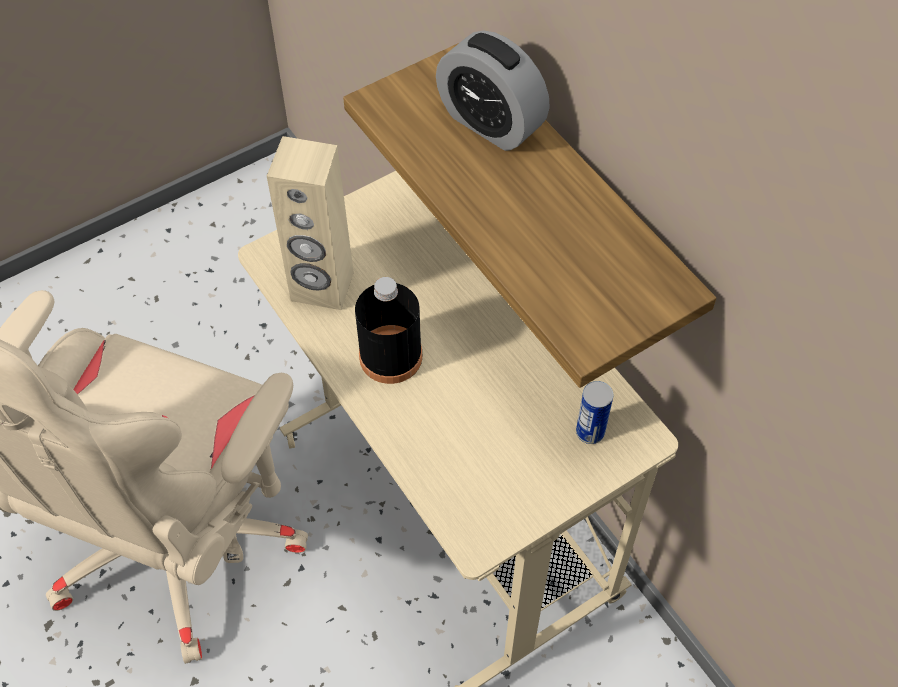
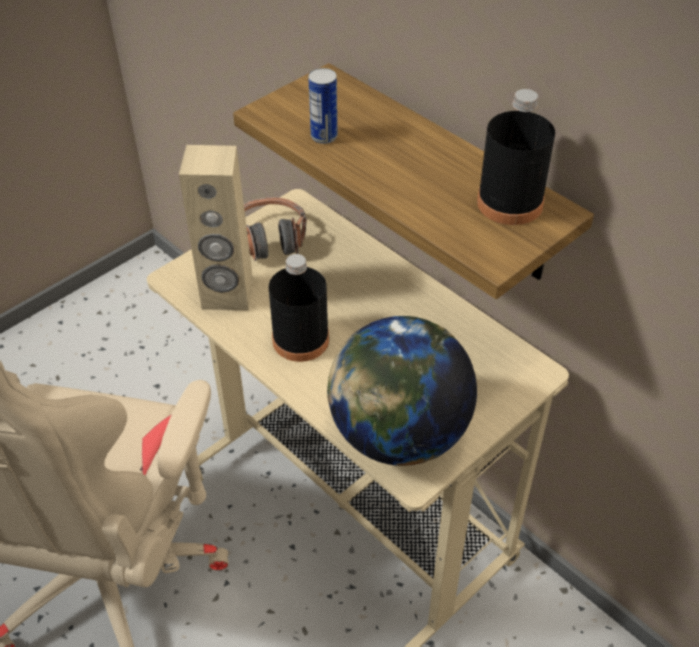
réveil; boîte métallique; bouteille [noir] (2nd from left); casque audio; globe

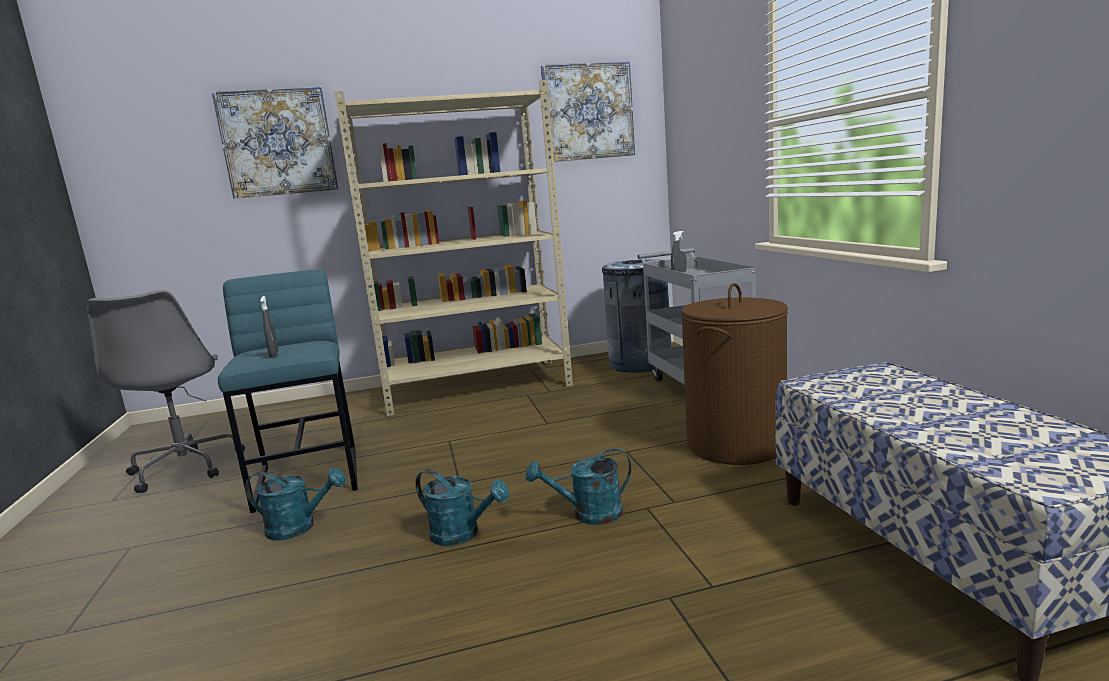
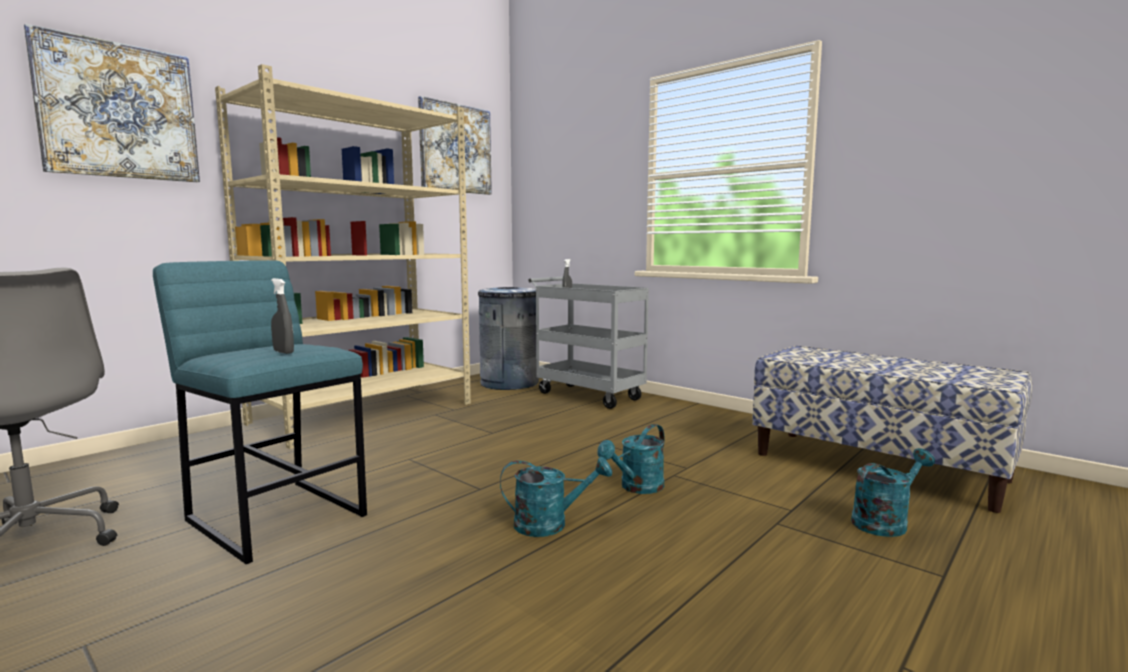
panier à linge [marron]; arrosoir [turquoise] (3rd from left)

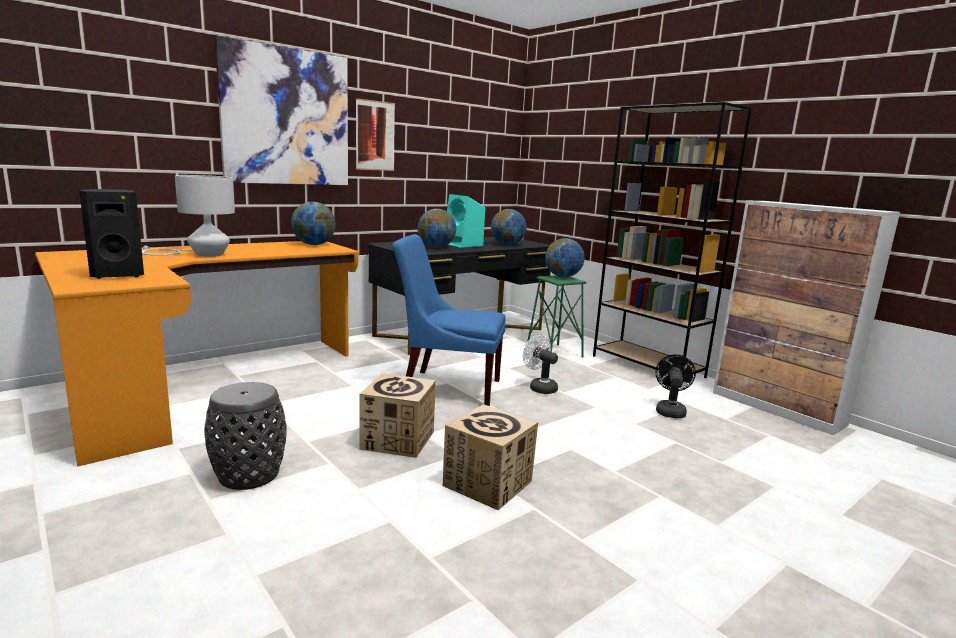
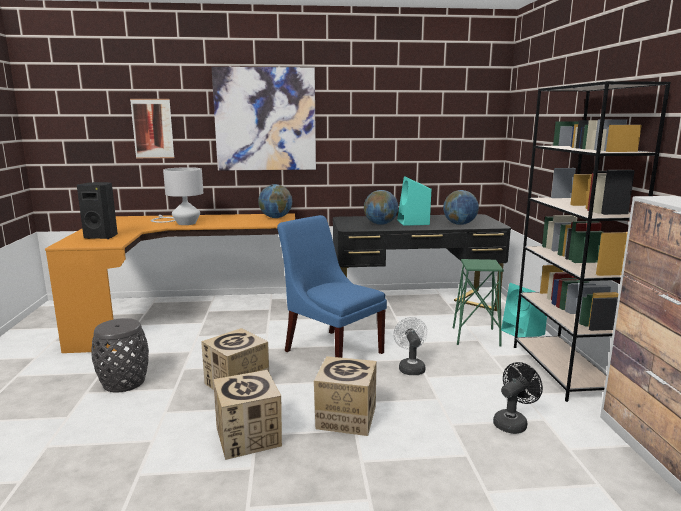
tableau (1st from left); globe (4th from left in the first image); enceinte [turquoise] (2nd from left); carton (3rd from left)

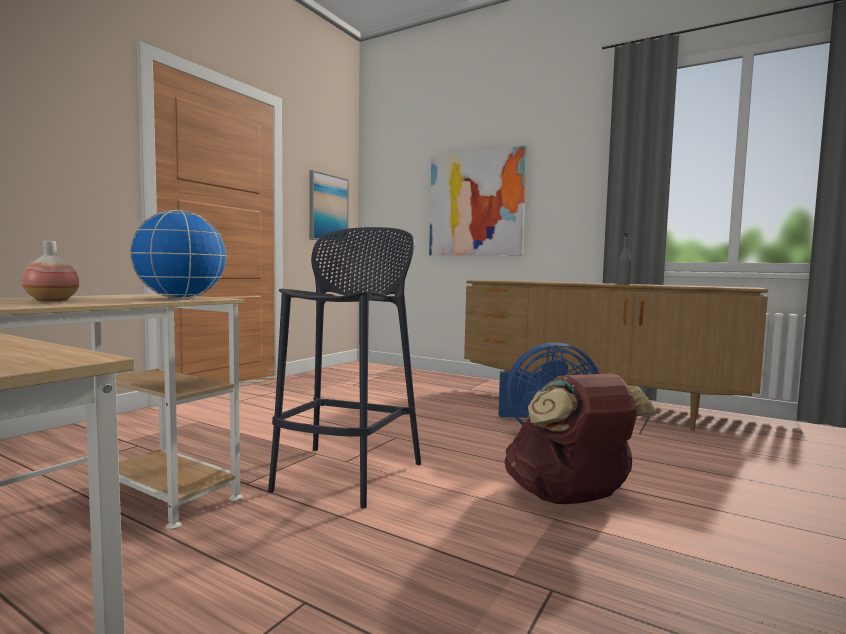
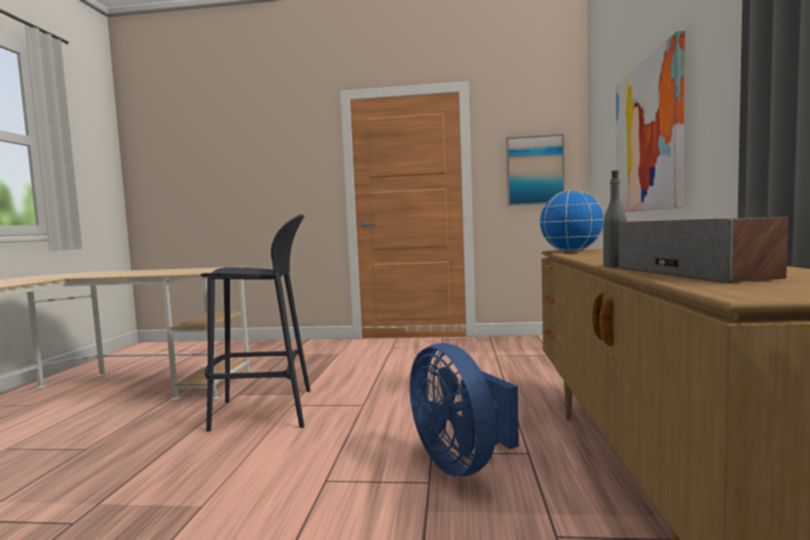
globe; vase; sac à dos [marron]; enceinte

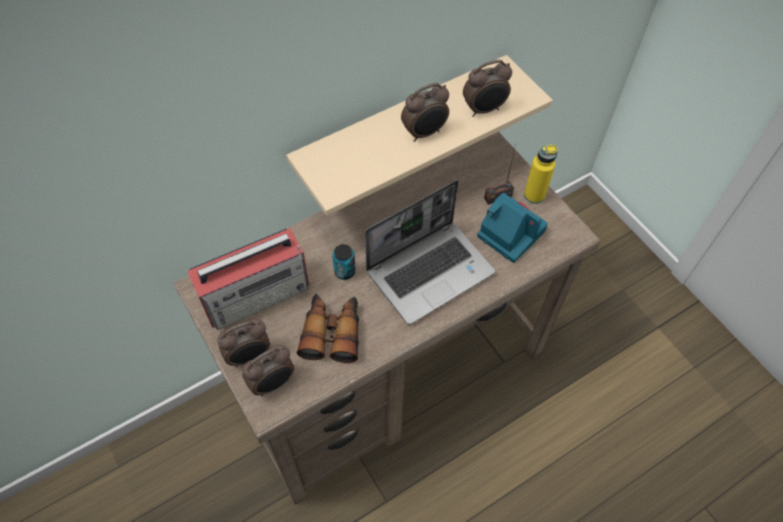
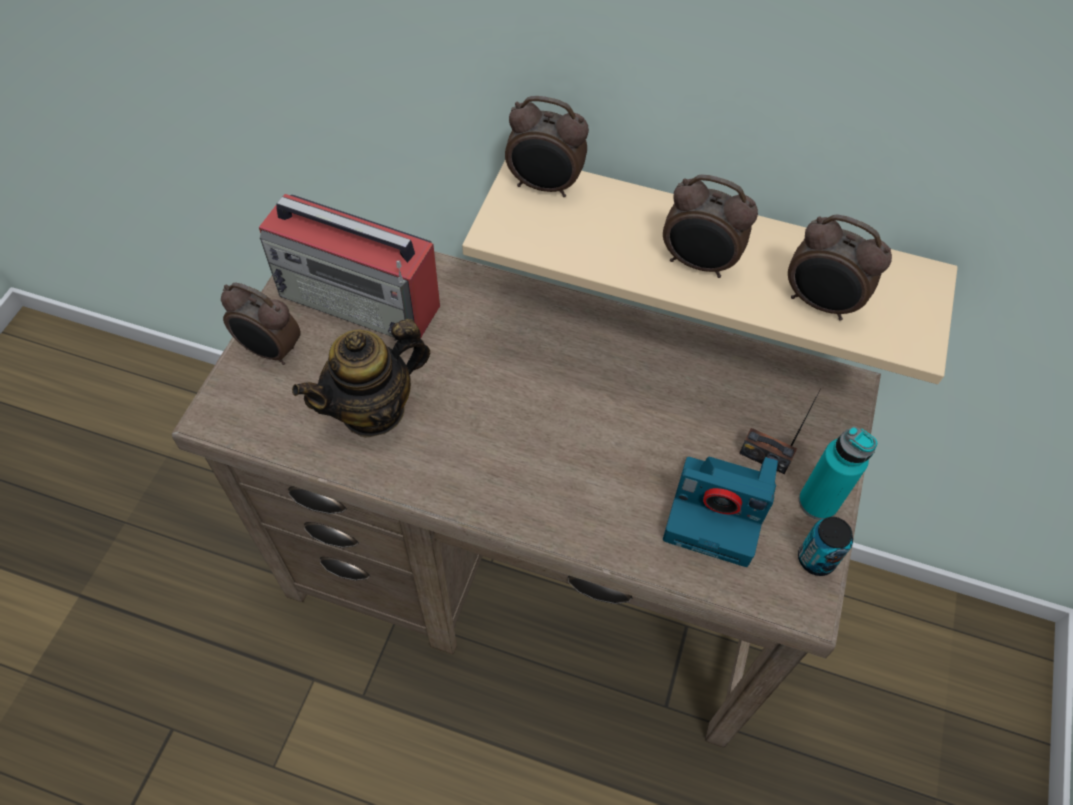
bouteille [turquoise]; ordinateur portable; appareil photo; boîte métallique; théière; réveil (2nd from left)

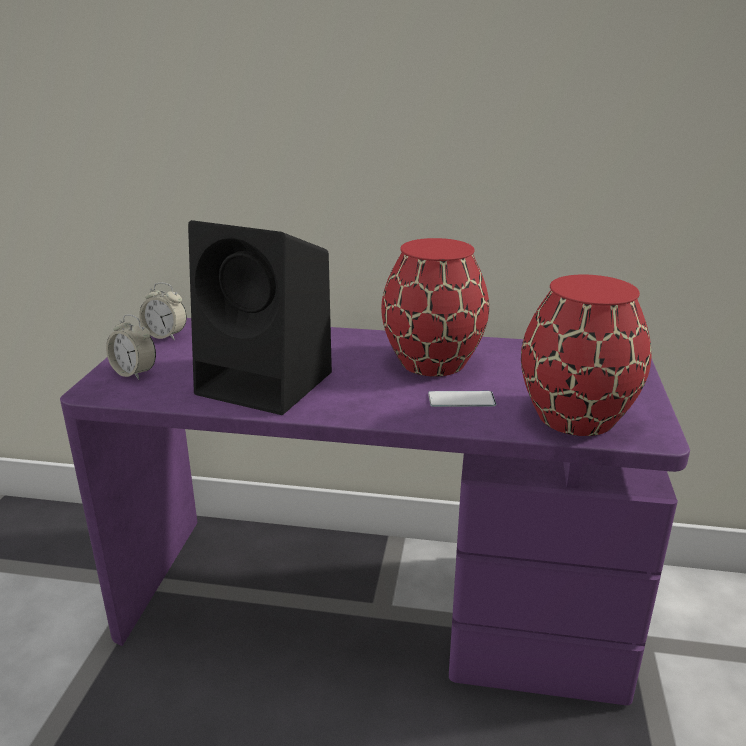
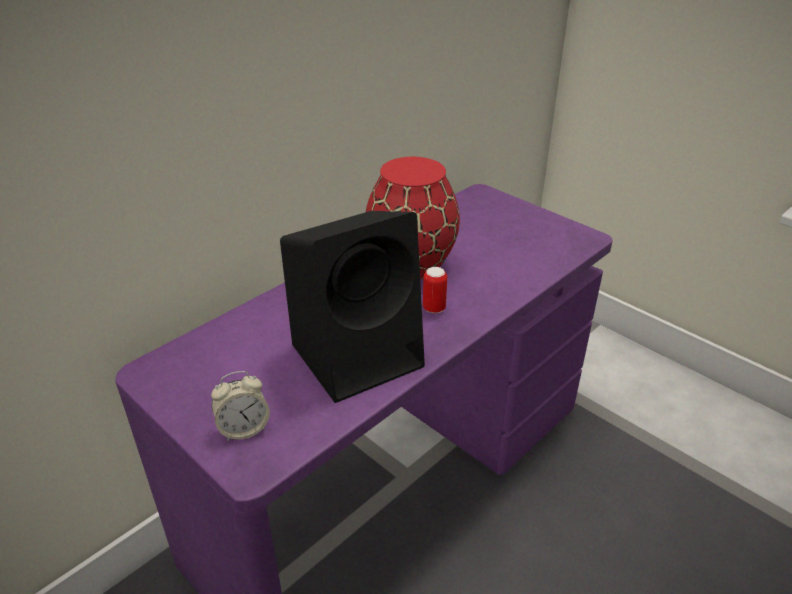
vase [rouge] (2nd from left in the first image); réveil (2nd from left in the first image); téléphone; boîte métallique

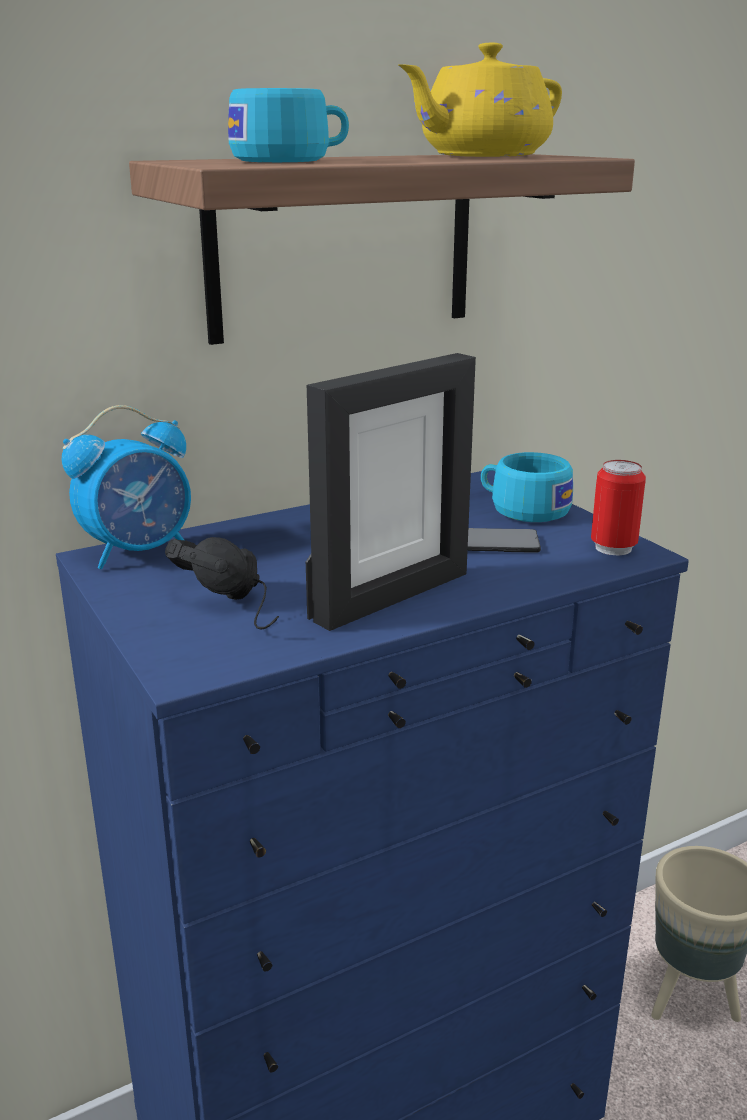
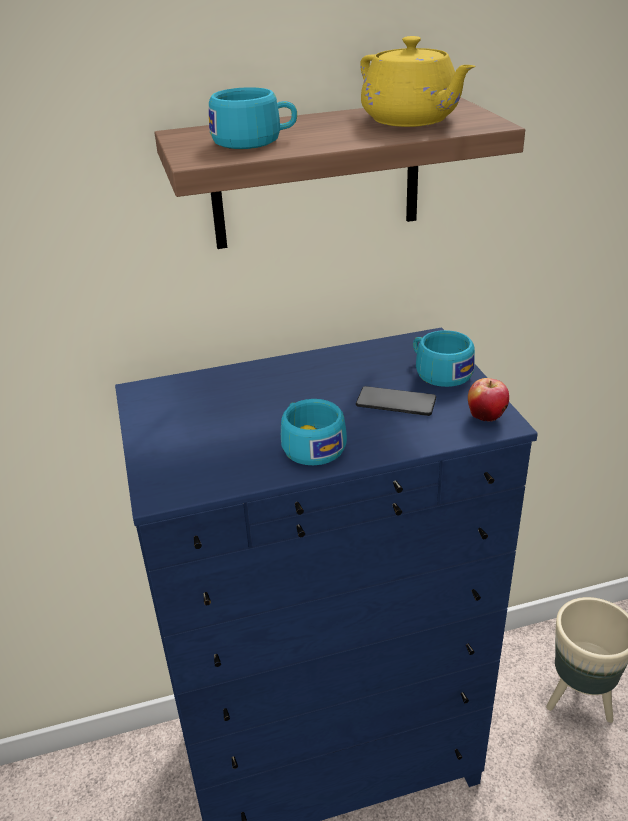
théière [jaune]; tasse [turquoise] (2nd from left); réveil; pomme; casque audio [noir]

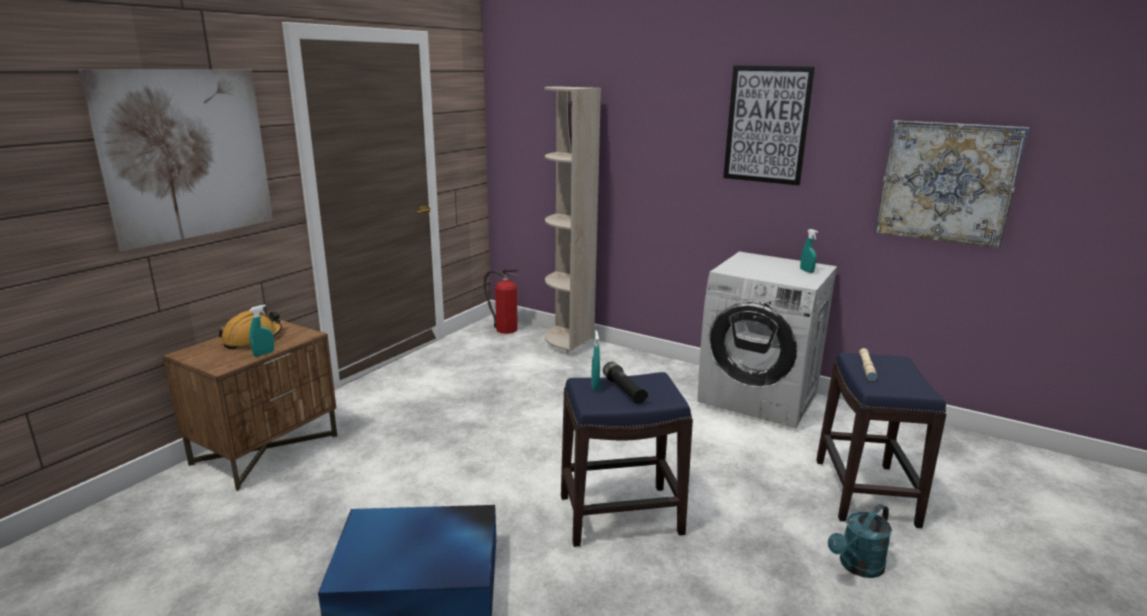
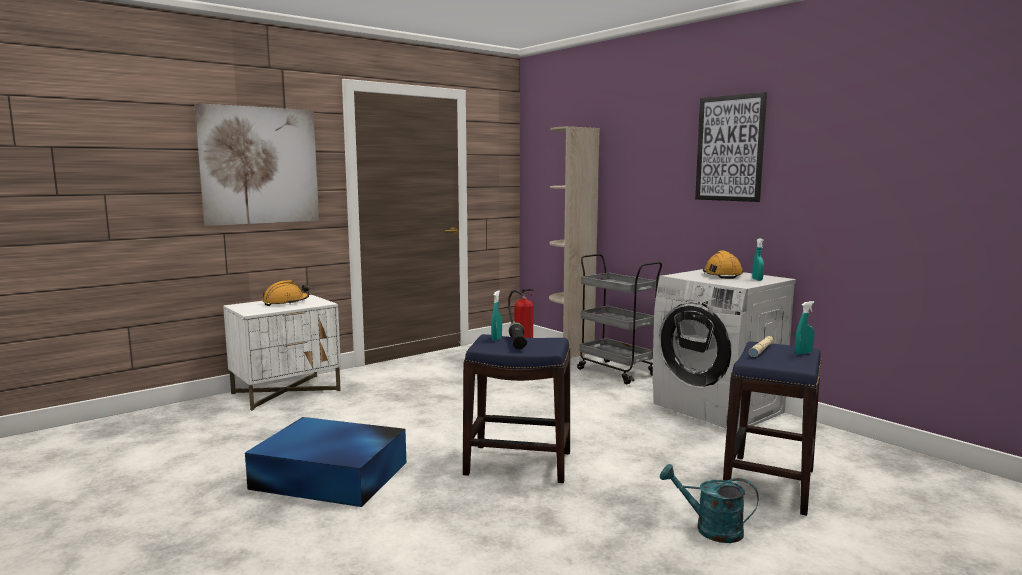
tableau (3rd from left in the first image); vaporisateur [turquoise] (3rd from left); table de chevet [blanc]; arrosoir [turquoise]; casque de chantier [orange] (2nd from left); chariot [gris]

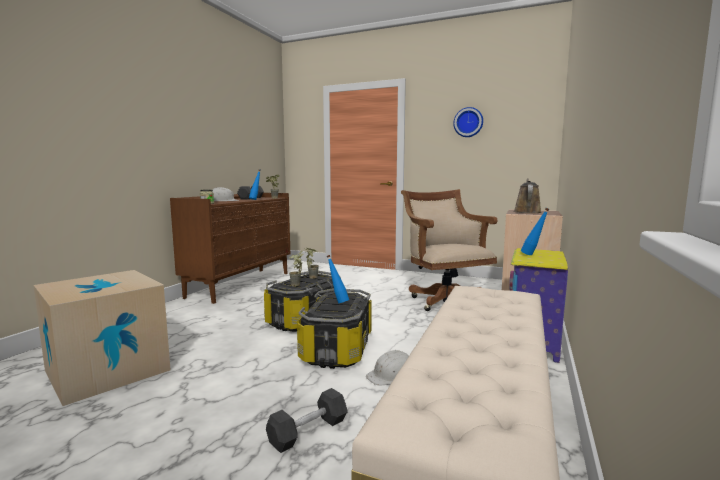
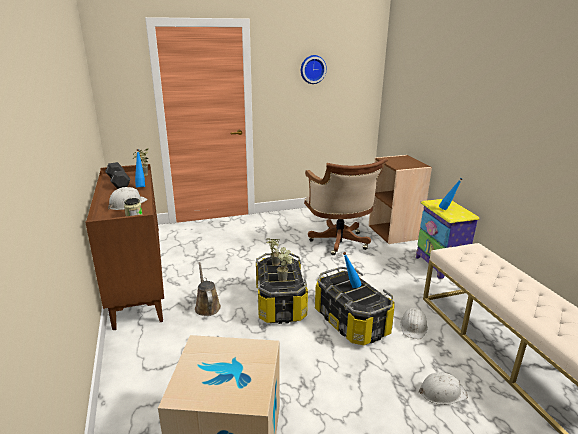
arrosoir [marron]; chaise de bureau; casque de chantier [blanc] (3rd from left)

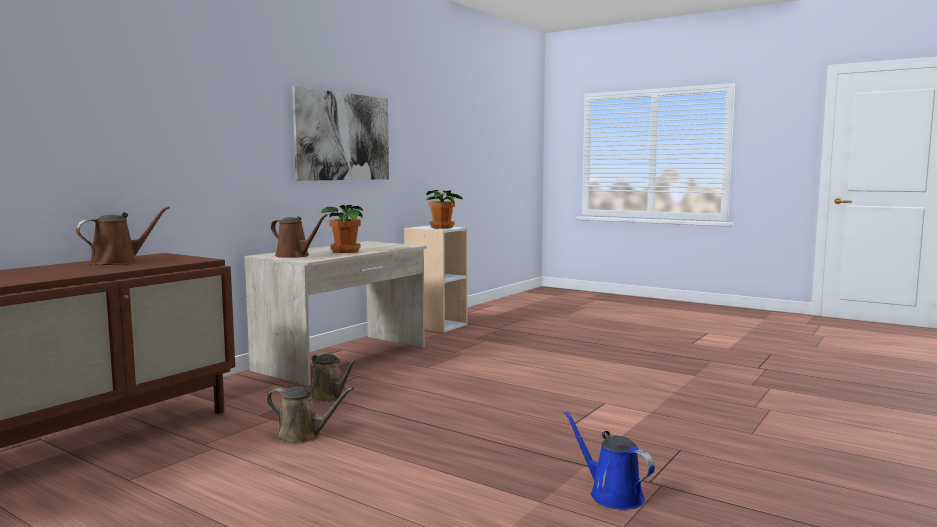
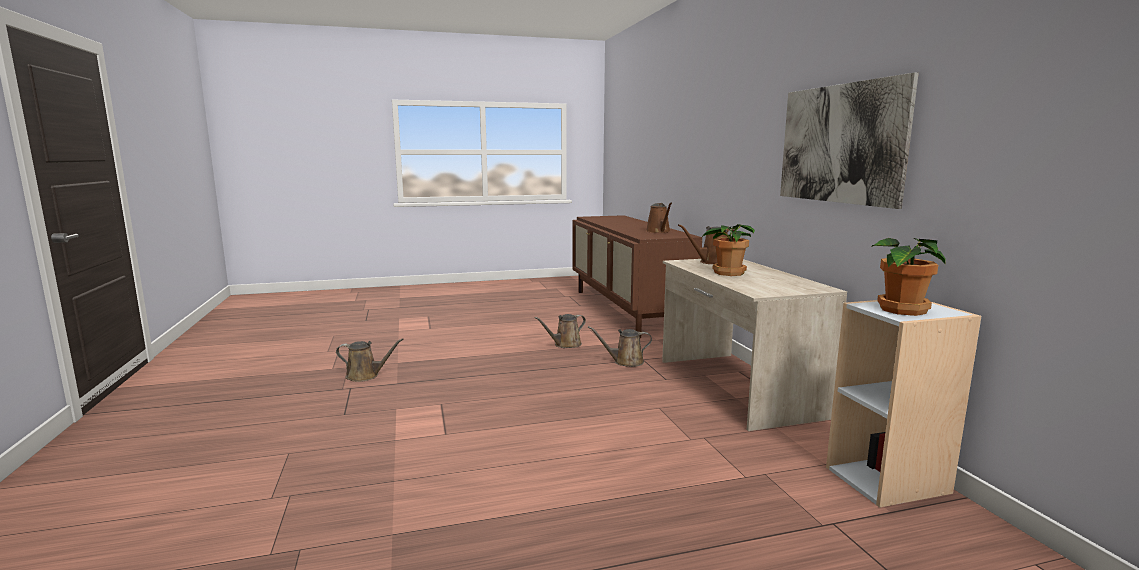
arrosoir [marron] (1st from left)

